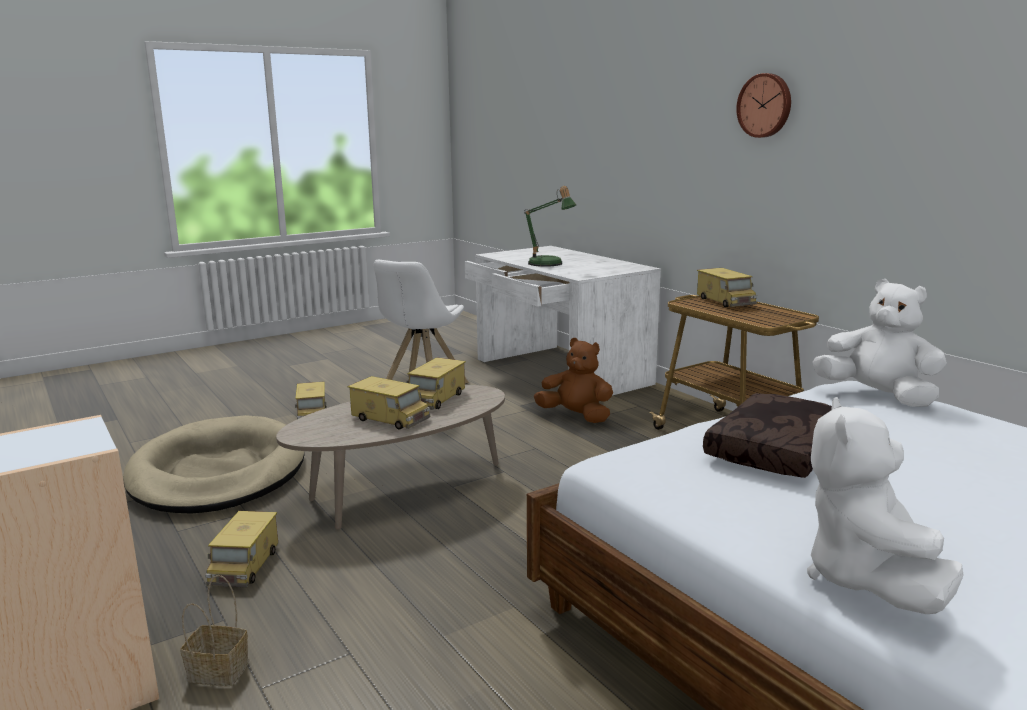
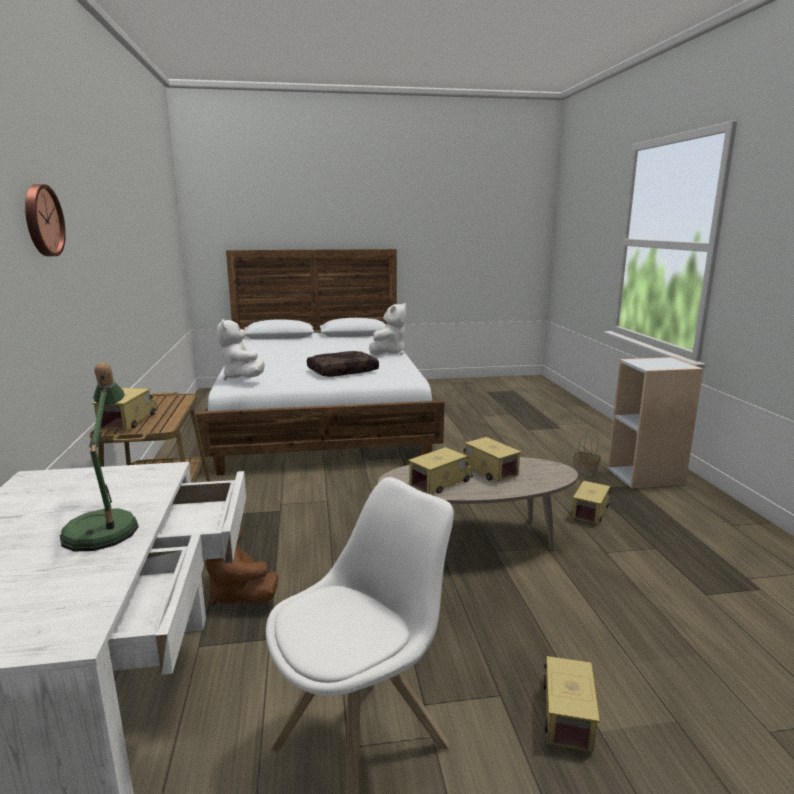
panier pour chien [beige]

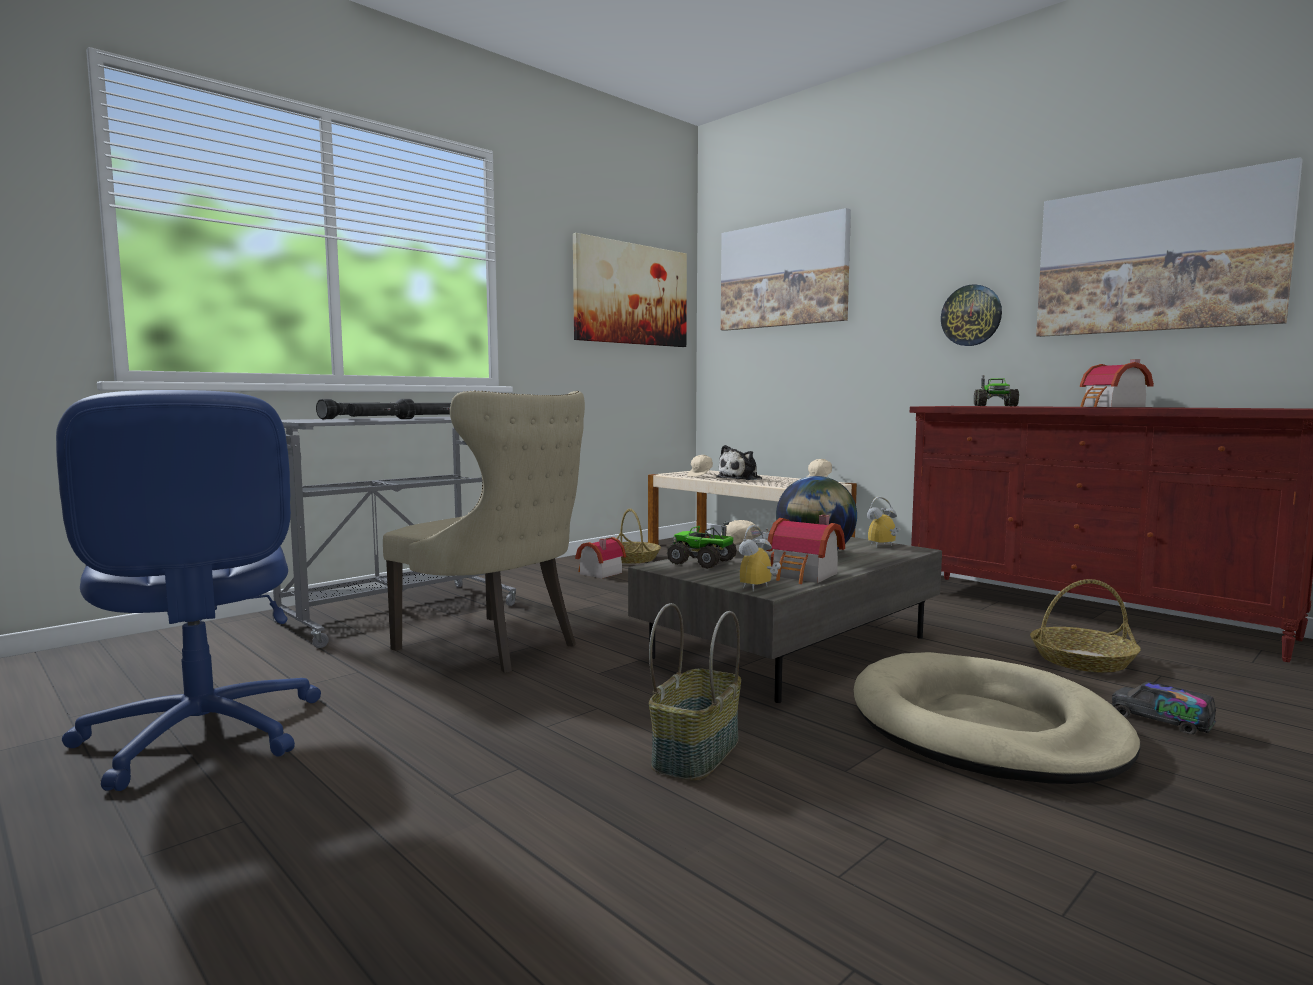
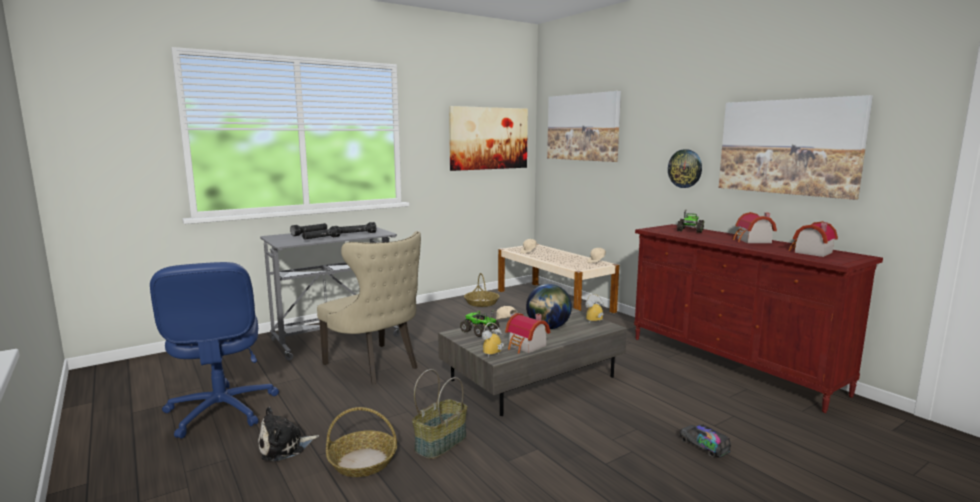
peluche; maison miniature (3rd from left); panier (1st from left); panier pour chien [beige]

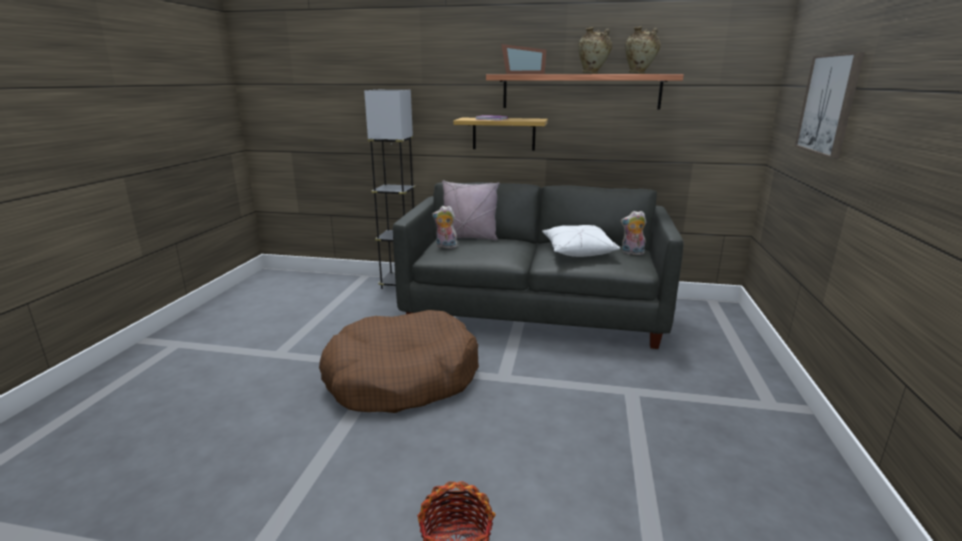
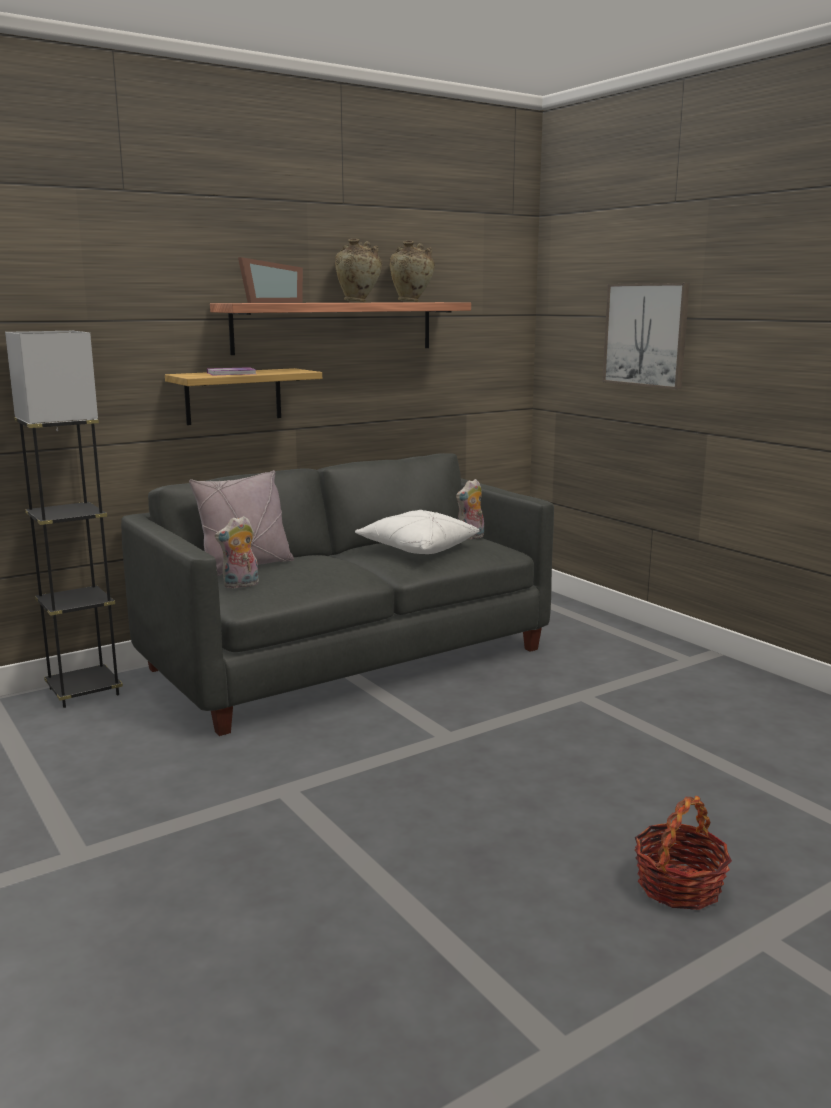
panier pour chien [marron]

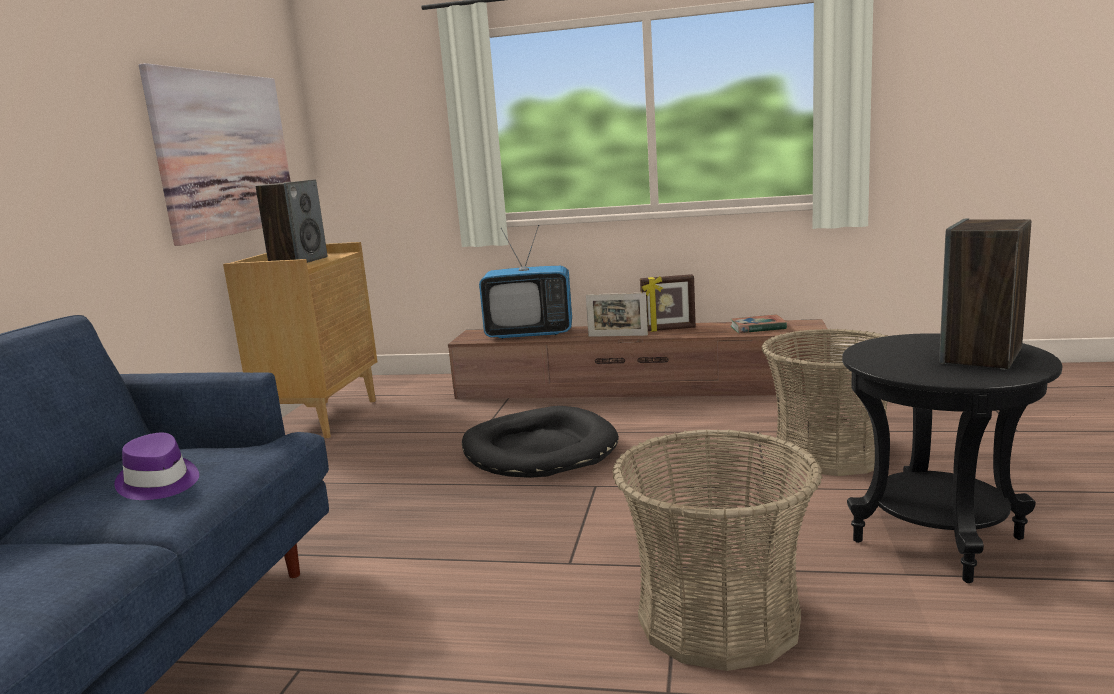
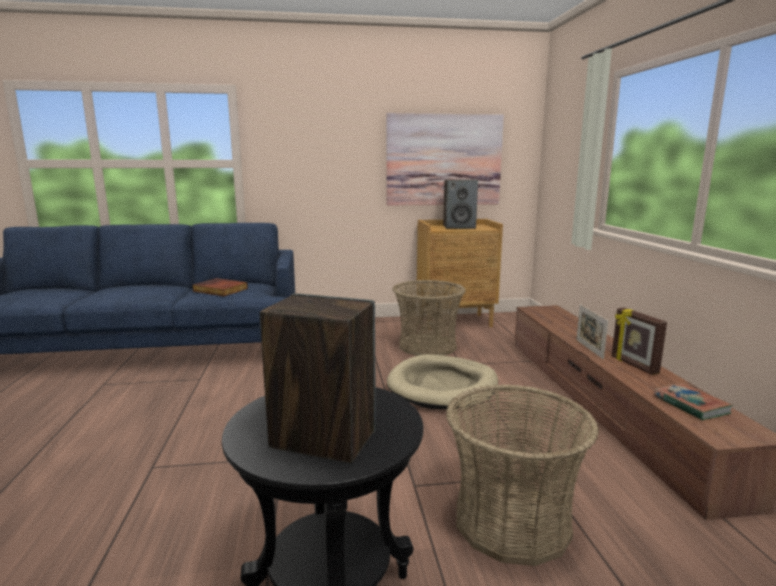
téléviseur; panier pour chien [beige]; panier (1st from left); livre (1st from left)

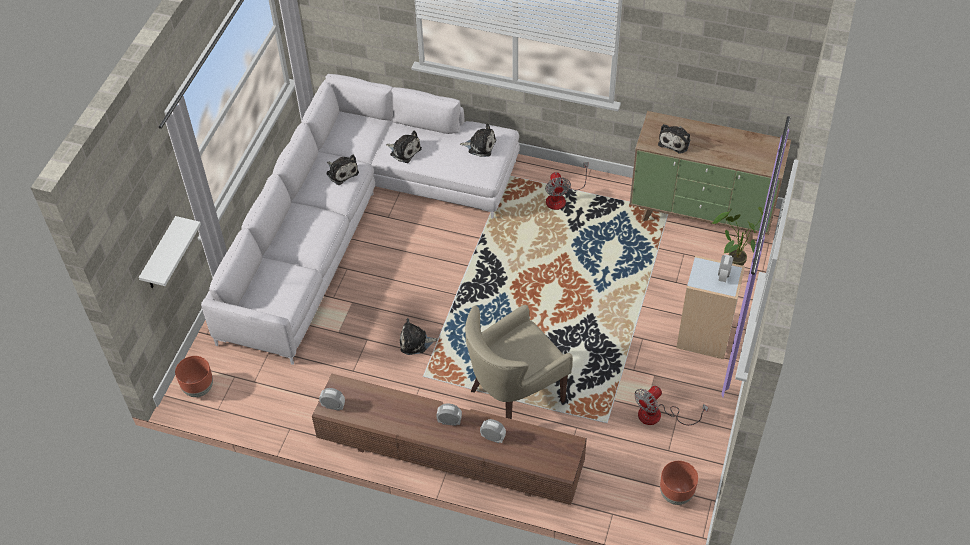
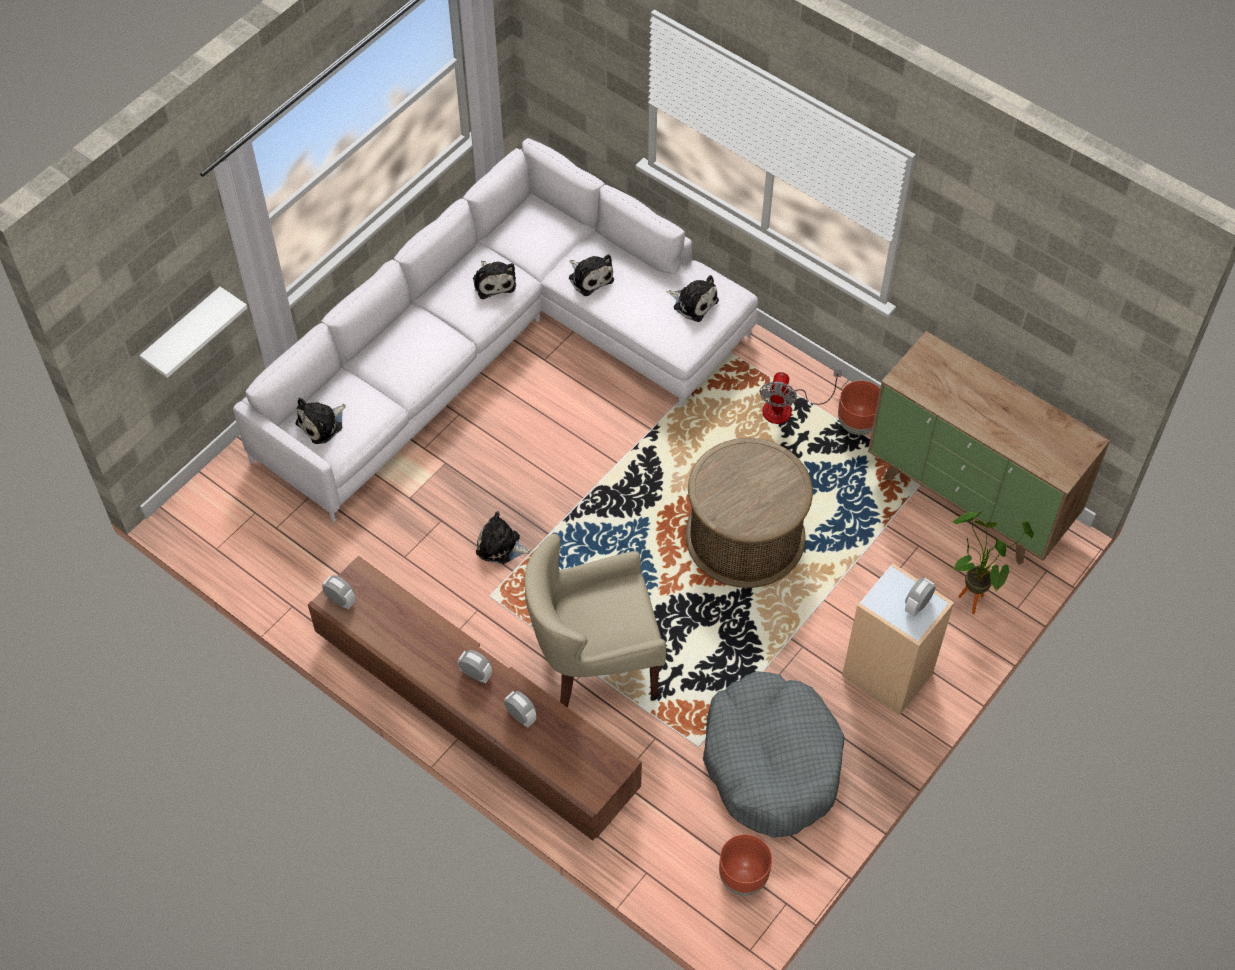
peluche (1st from left); cache-pot [marron] (2nd from left); panier pour chien [gris]; table basse [marron]

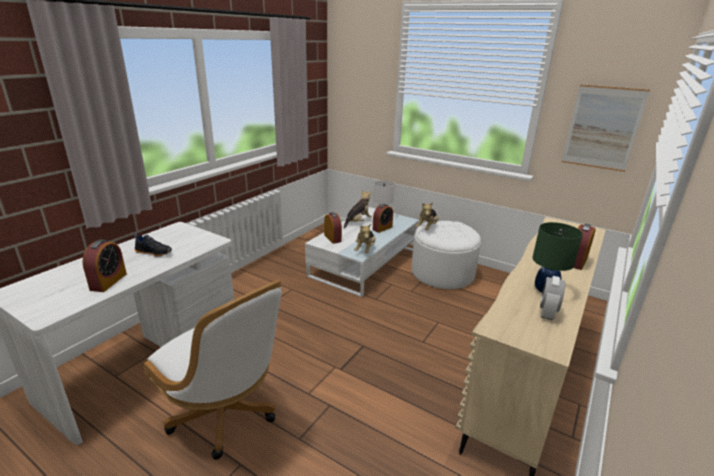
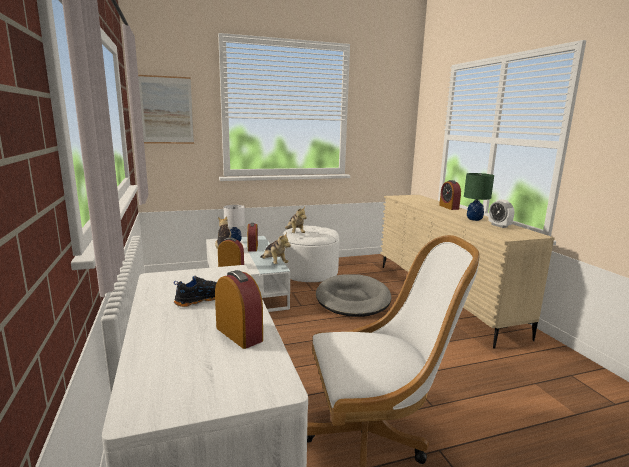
tableau; panier pour chien [gris]

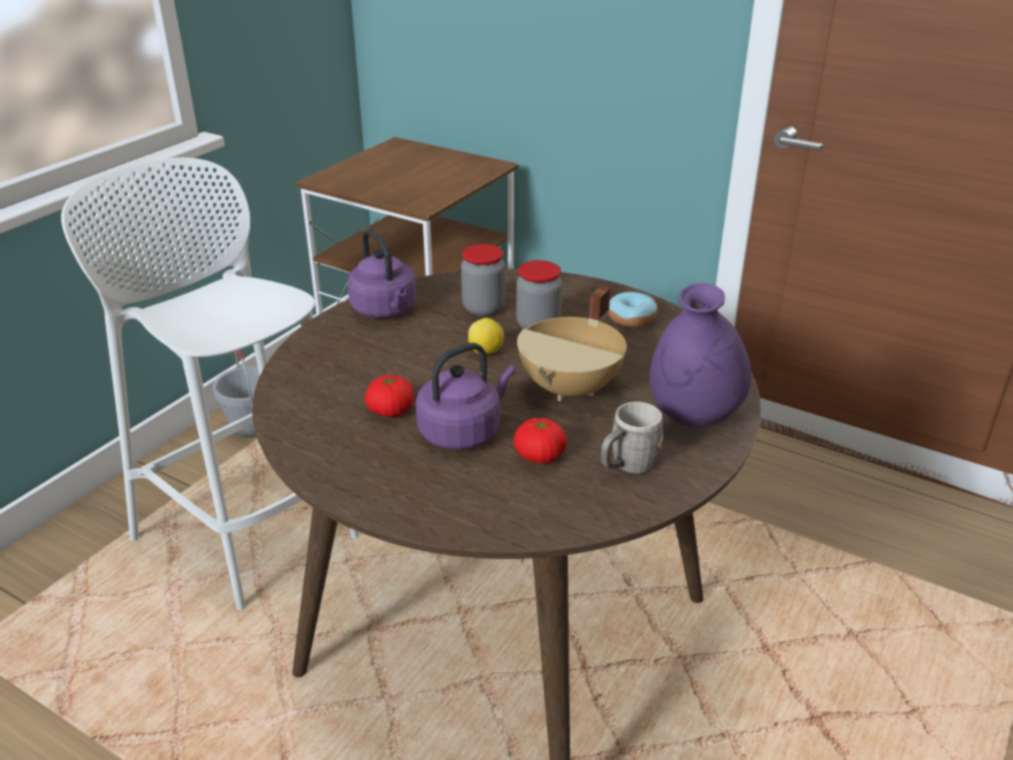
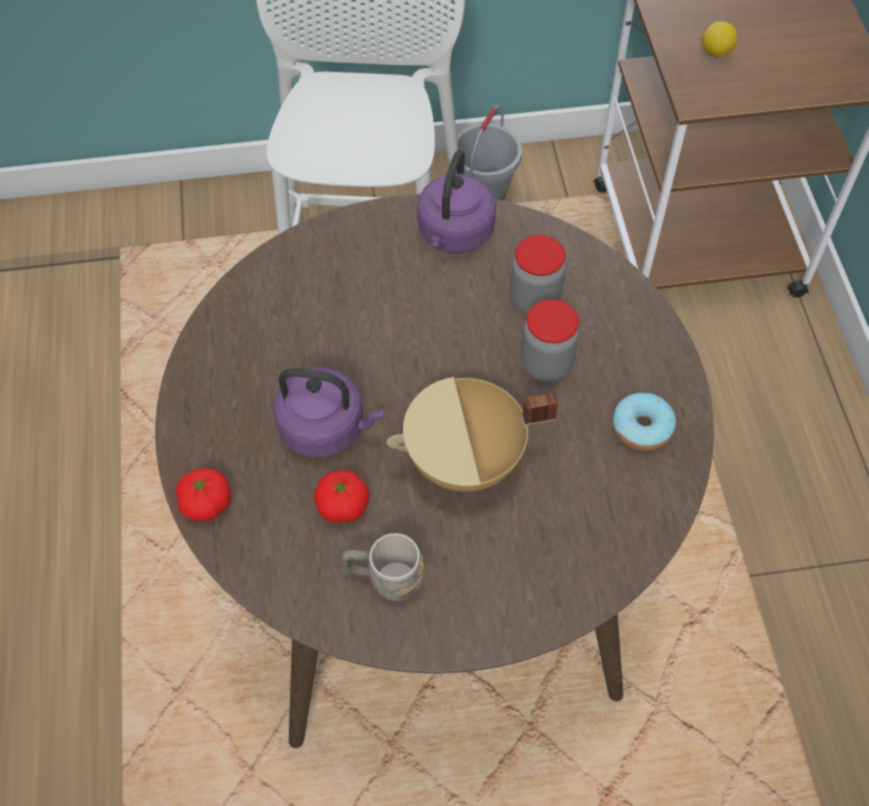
vase [violet]; citron; tomate (1st from left)

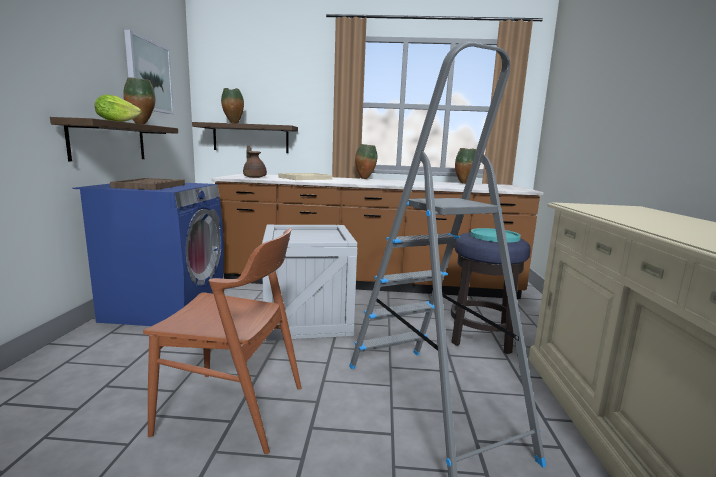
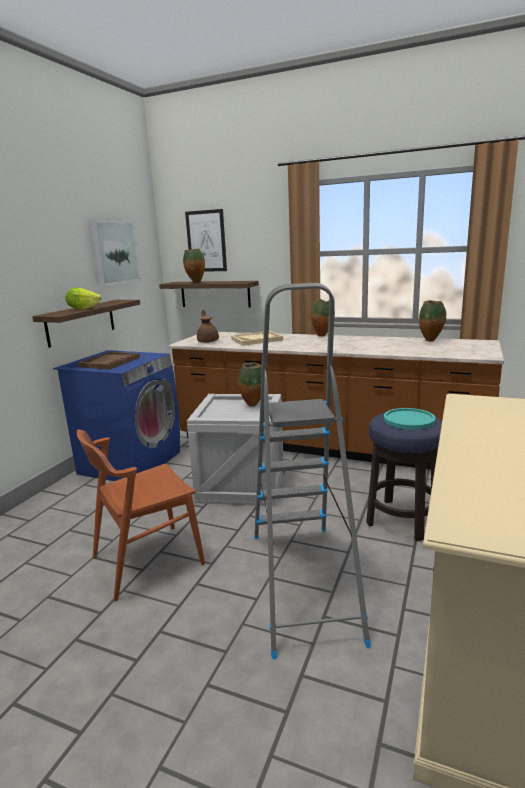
vase (2nd from left); chaise [marron]; tableau (2nd from left)

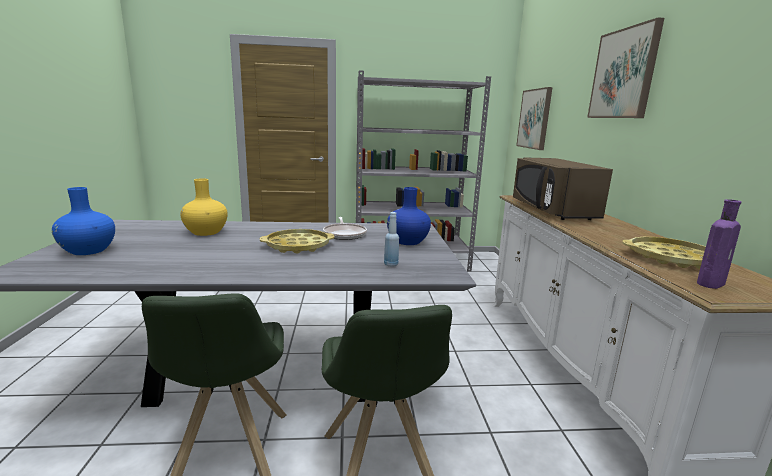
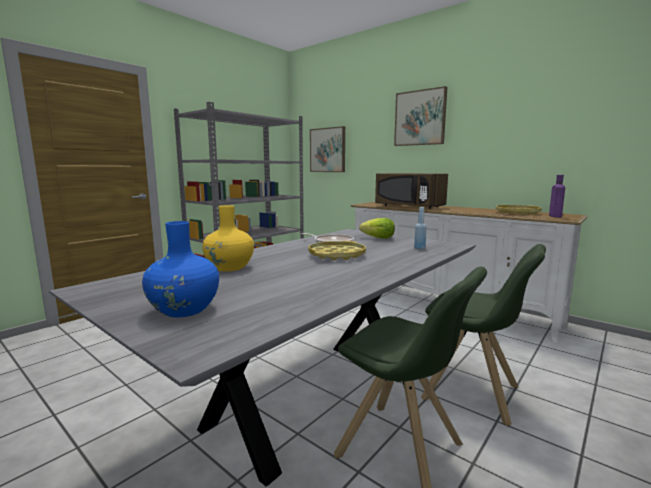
laitue

